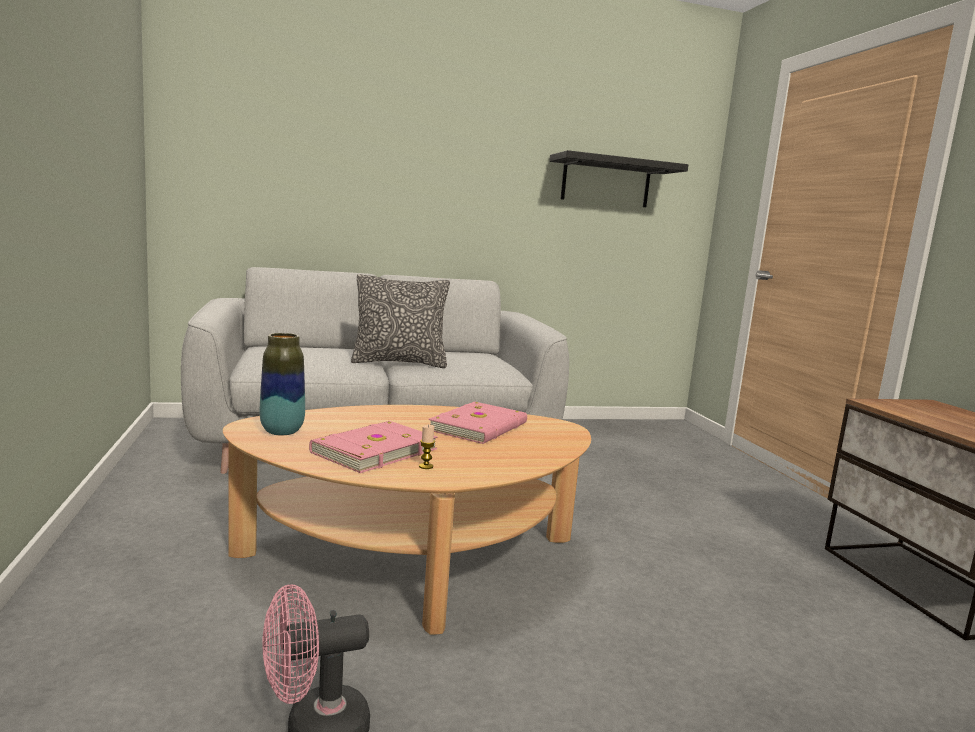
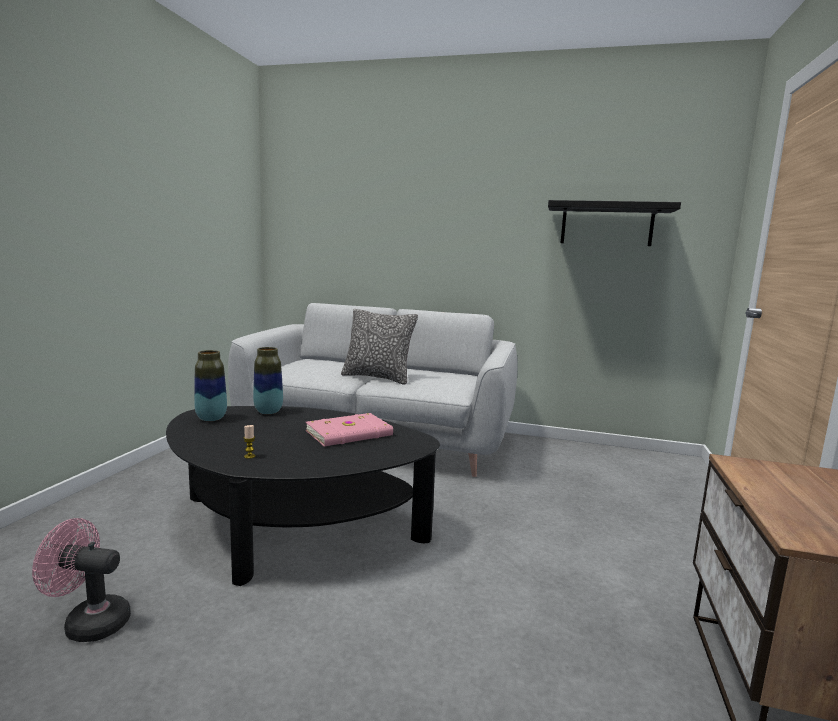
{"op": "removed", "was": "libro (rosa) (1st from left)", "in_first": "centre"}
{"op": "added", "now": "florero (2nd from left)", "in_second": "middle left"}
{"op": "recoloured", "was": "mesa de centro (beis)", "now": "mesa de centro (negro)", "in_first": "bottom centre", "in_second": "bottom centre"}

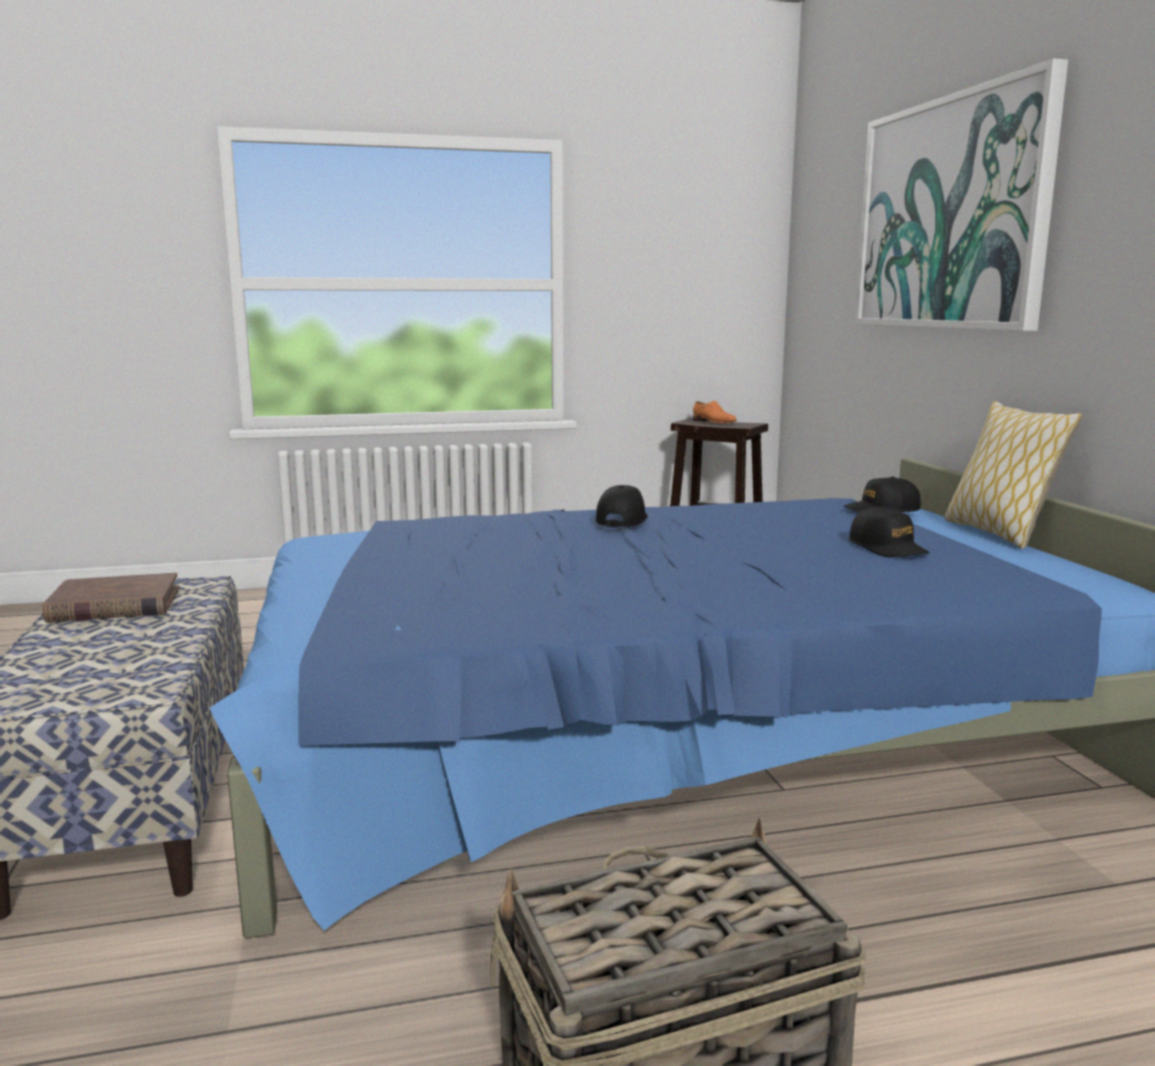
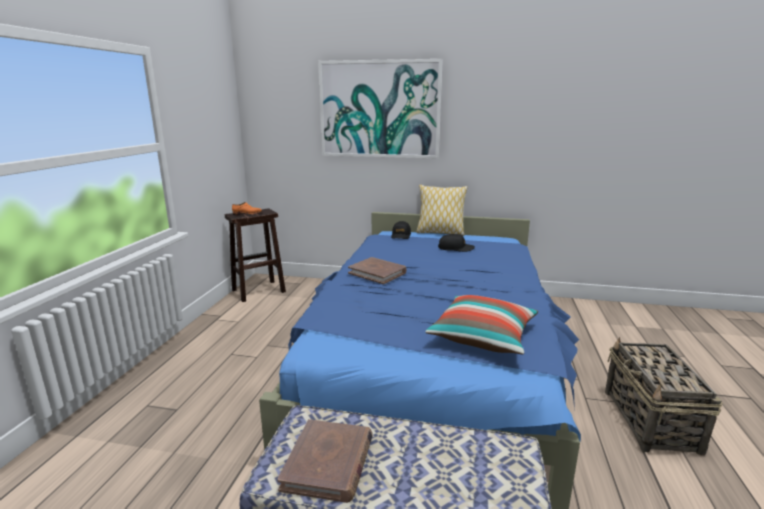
{"op": "added", "now": "cojín (2nd from left)", "in_second": "centre"}
{"op": "replaced", "was": "gorra (negro) (1st from left)", "now": "libro (marrón) (2nd from left)", "in_first": "centre", "in_second": "centre"}

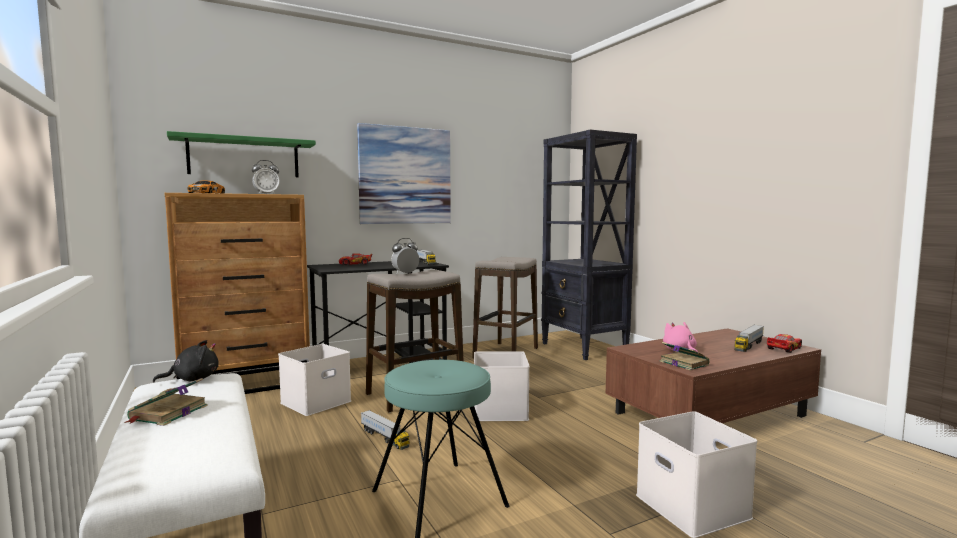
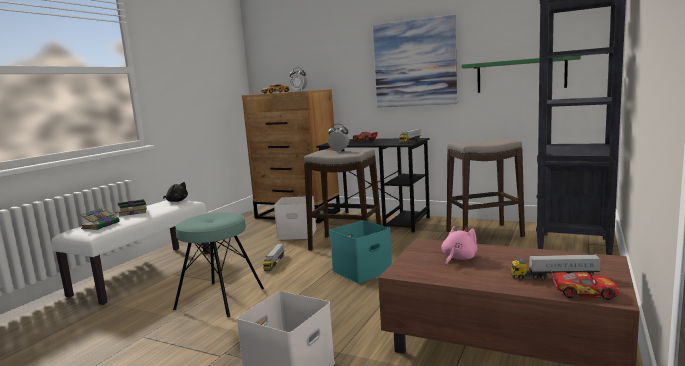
{"op": "moved", "was": "estante (verde)", "in_first": "top left", "in_second": "top right"}
{"op": "moved", "was": "libro (2nd from left in the first image)", "now": "libro (1st from left)", "in_first": "middle right", "in_second": "middle left"}
{"op": "recoloured", "was": "caja de almacenaje (blanco) (2nd from left)", "now": "caja de almacenaje (turquesa)", "in_first": "bottom centre", "in_second": "bottom centre"}

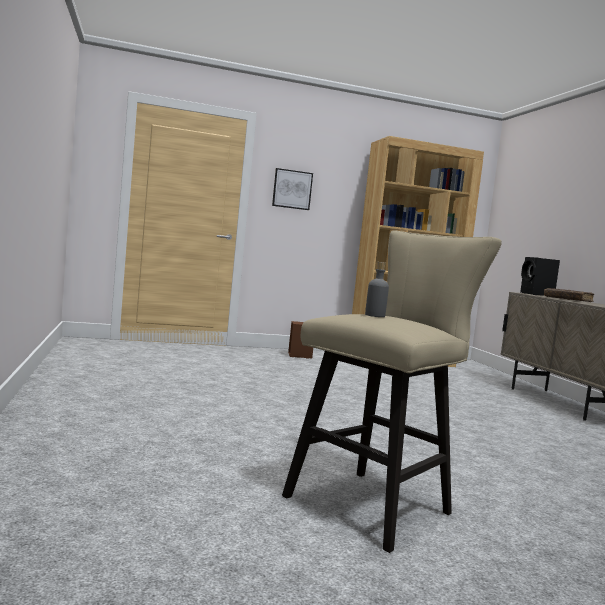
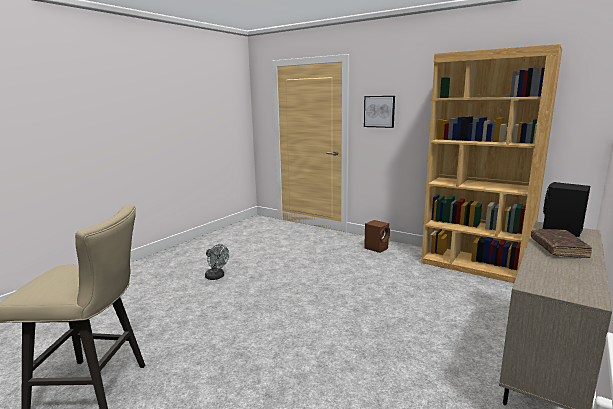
{"op": "removed", "was": "botella (gris)", "in_first": "centre"}
{"op": "added", "now": "ventilador (gris)", "in_second": "centre"}

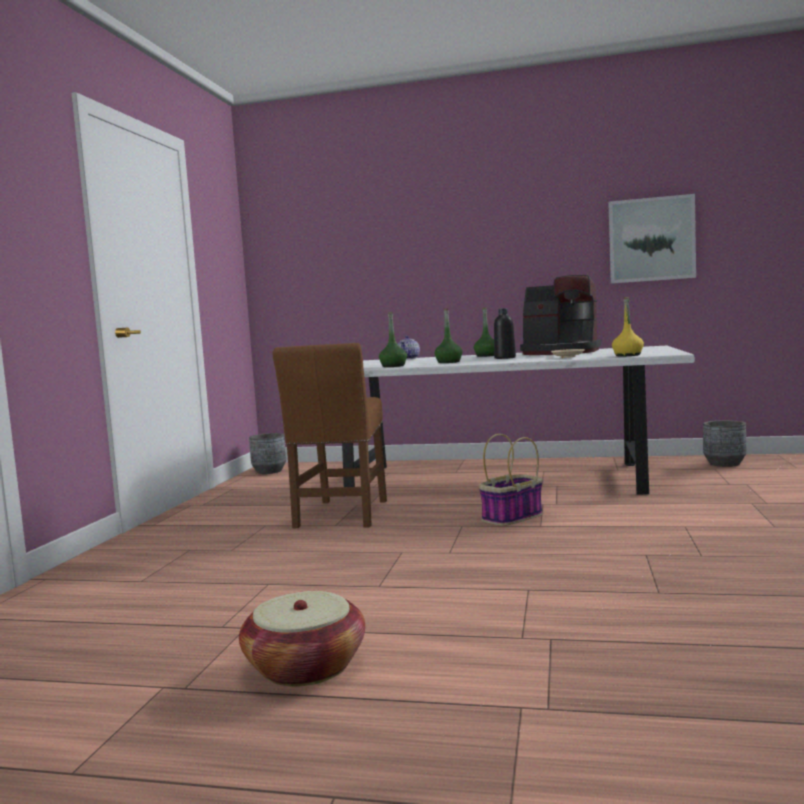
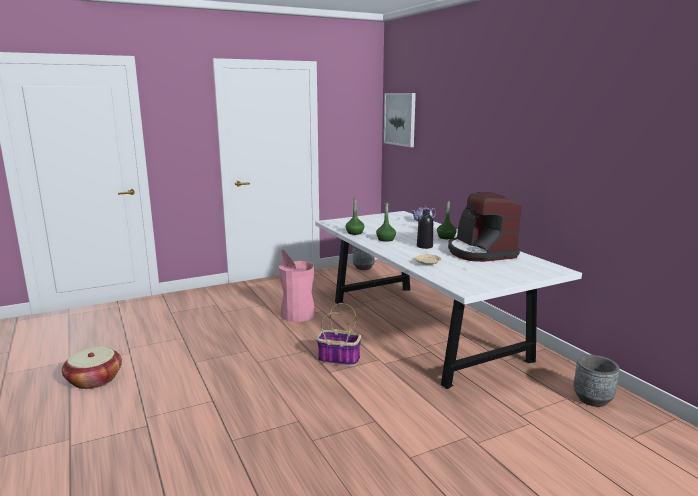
{"op": "removed", "was": "botella (amarillo)", "in_first": "middle right"}
{"op": "moved", "was": "cuadro", "in_first": "top right", "in_second": "top centre"}
{"op": "replaced", "was": "silla (marrón)", "now": "papelera (rosa)", "in_first": "centre", "in_second": "centre"}

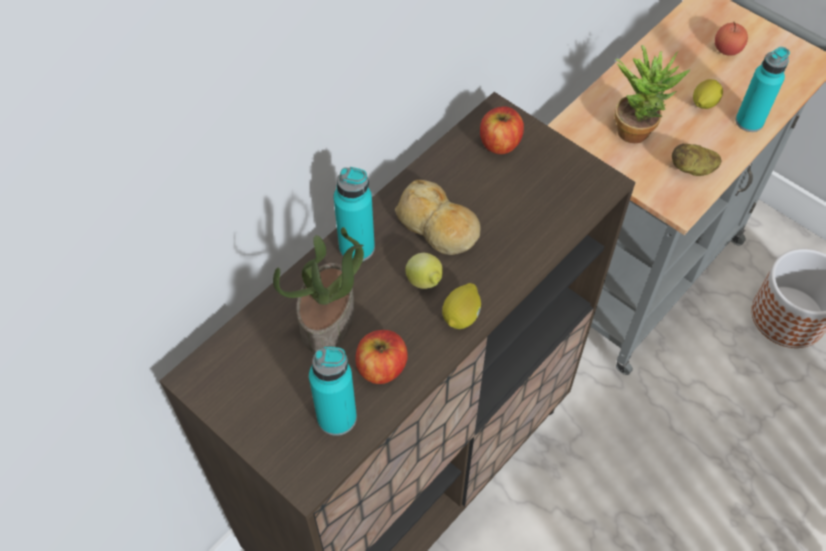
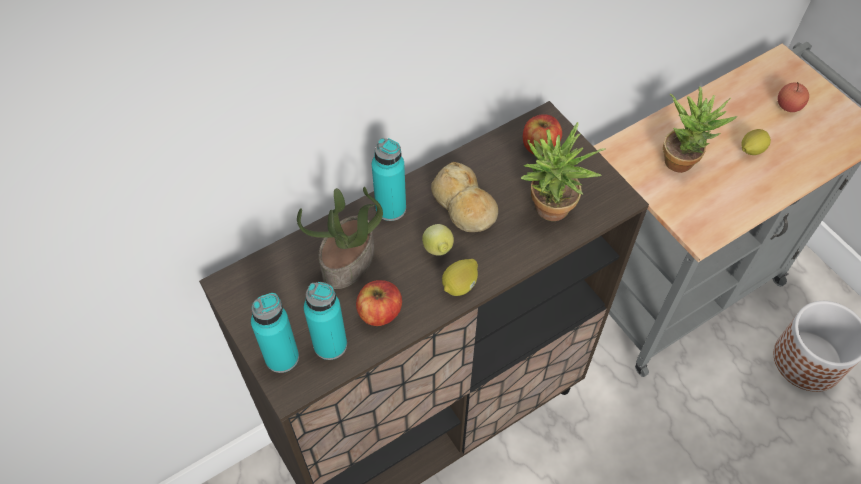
{"op": "removed", "was": "patata", "in_first": "top right"}
{"op": "added", "now": "planta en maceta (2nd from left)", "in_second": "centre"}
{"op": "moved", "was": "botella (turquesa) (3rd from left in the first image)", "now": "botella (turquesa) (1st from left)", "in_first": "top right", "in_second": "bottom left"}

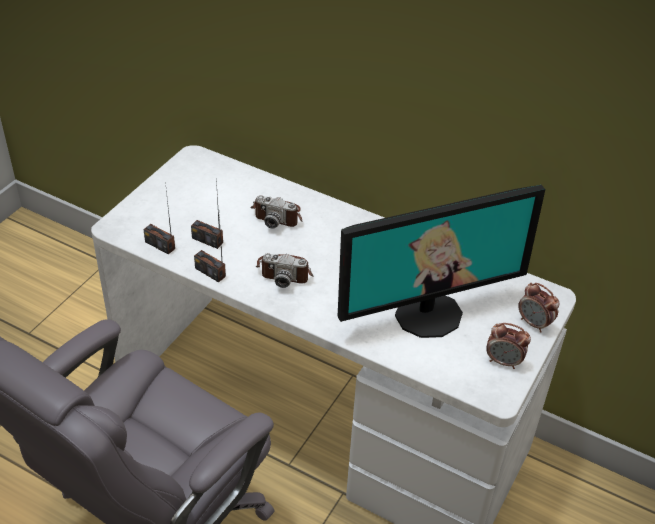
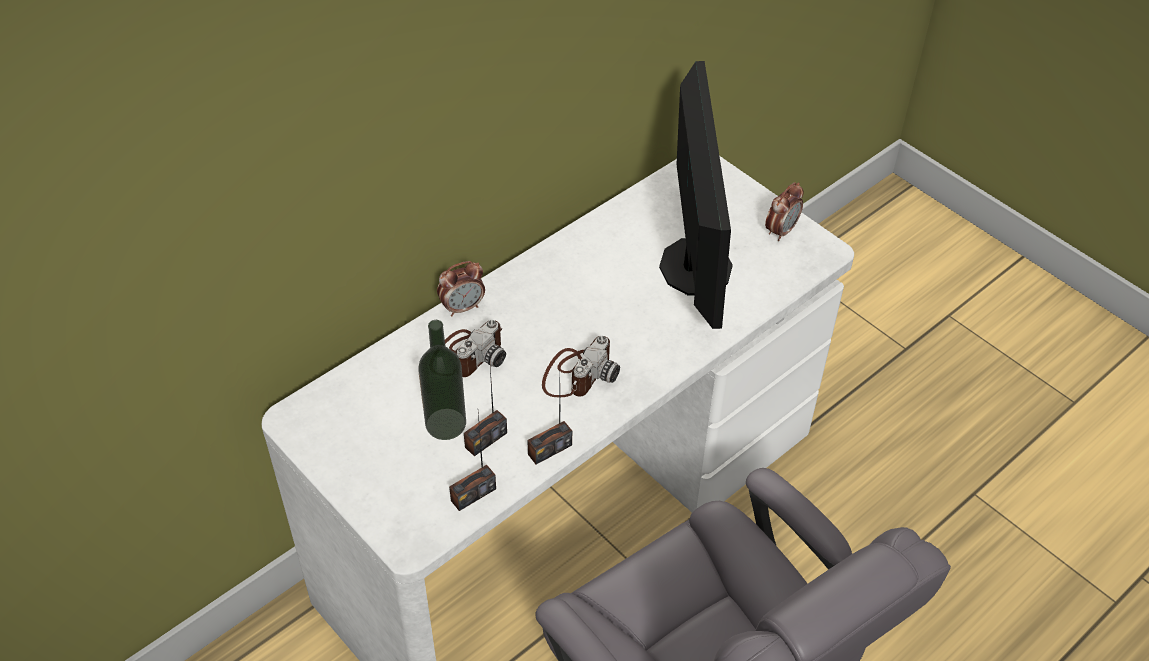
{"op": "added", "now": "botella", "in_second": "centre"}
{"op": "moved", "was": "despertador (2nd from left in the first image)", "now": "despertador (1st from left)", "in_first": "middle right", "in_second": "centre"}

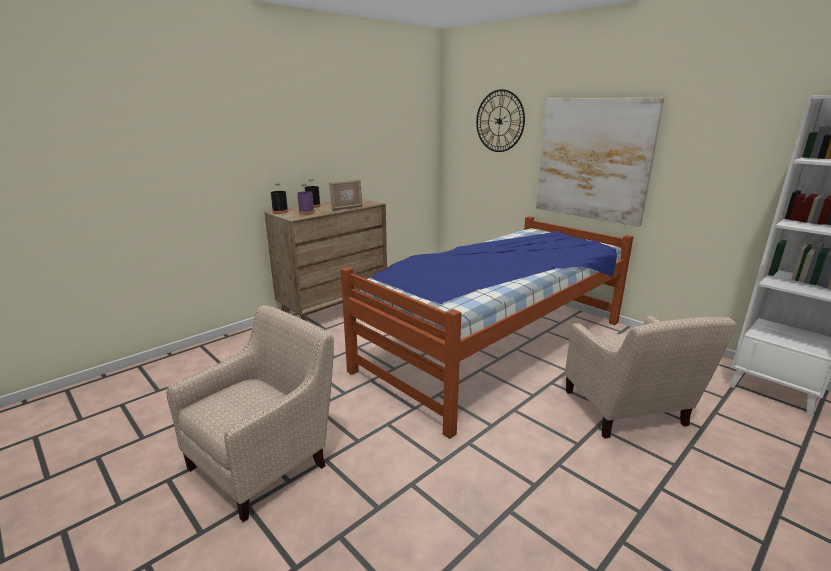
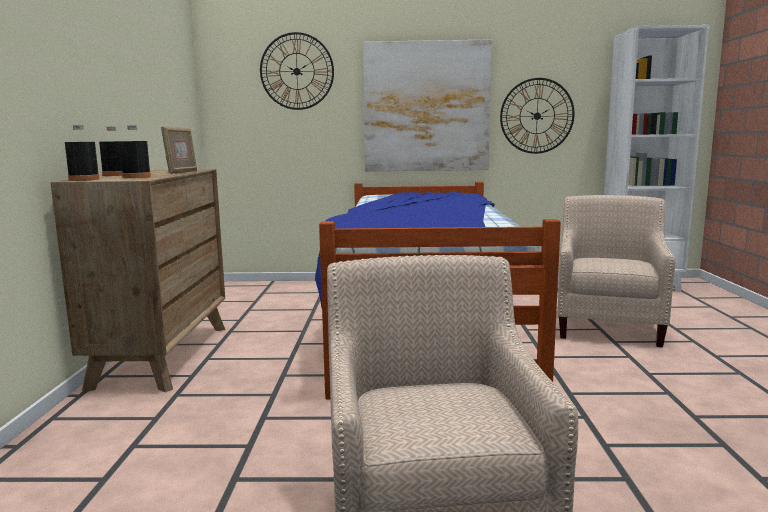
{"op": "added", "now": "reloj de pared (2nd from left)", "in_second": "top right"}
{"op": "recoloured", "was": "botella (morado)", "now": "botella (negro) (3rd from left)", "in_first": "centre", "in_second": "top left"}
{"op": "turned", "was": "sillón (beis) (2nd from left)", "in_first": "middle right", "in_second": "middle right", "clockwise": -105}

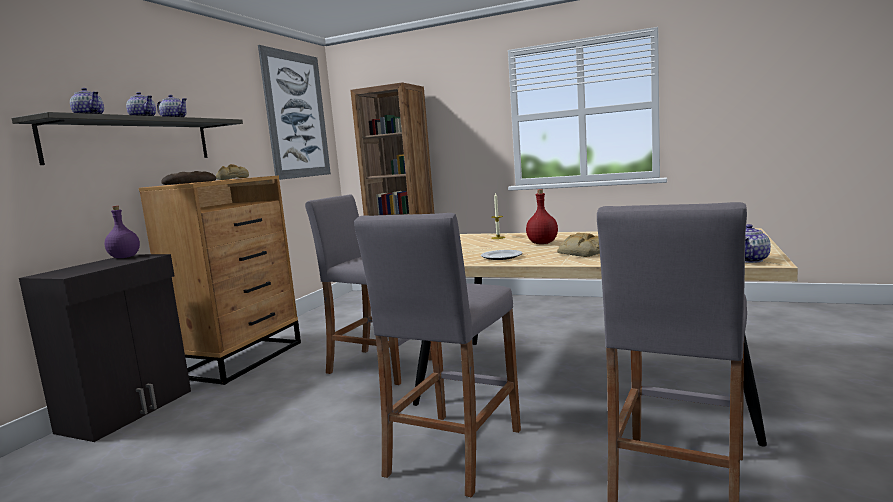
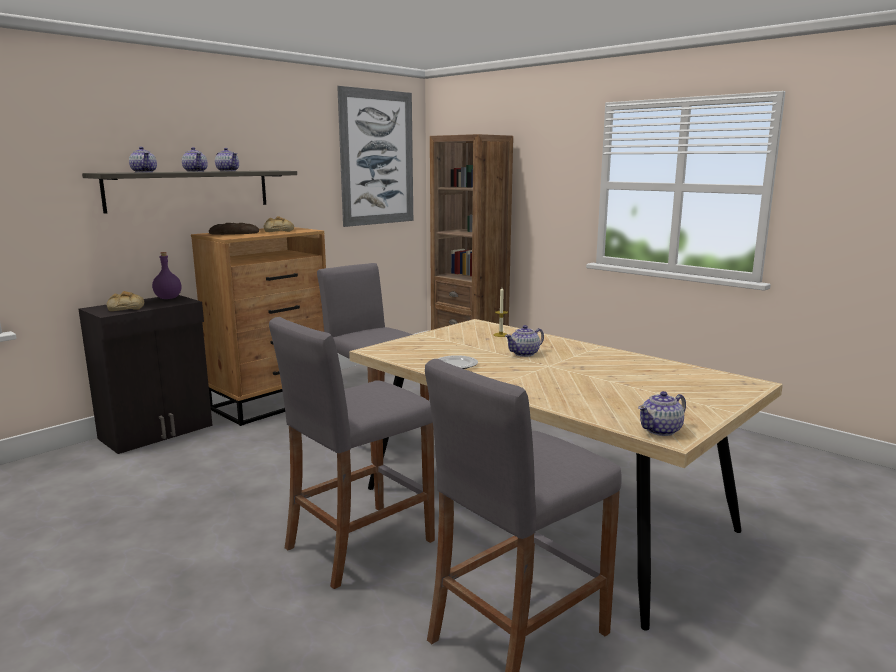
{"op": "moved", "was": "pan (3rd from left in the first image)", "now": "pan (1st from left)", "in_first": "centre", "in_second": "middle left"}
{"op": "replaced", "was": "botella (rojo)", "now": "tetera (4th from left)", "in_first": "centre", "in_second": "centre"}

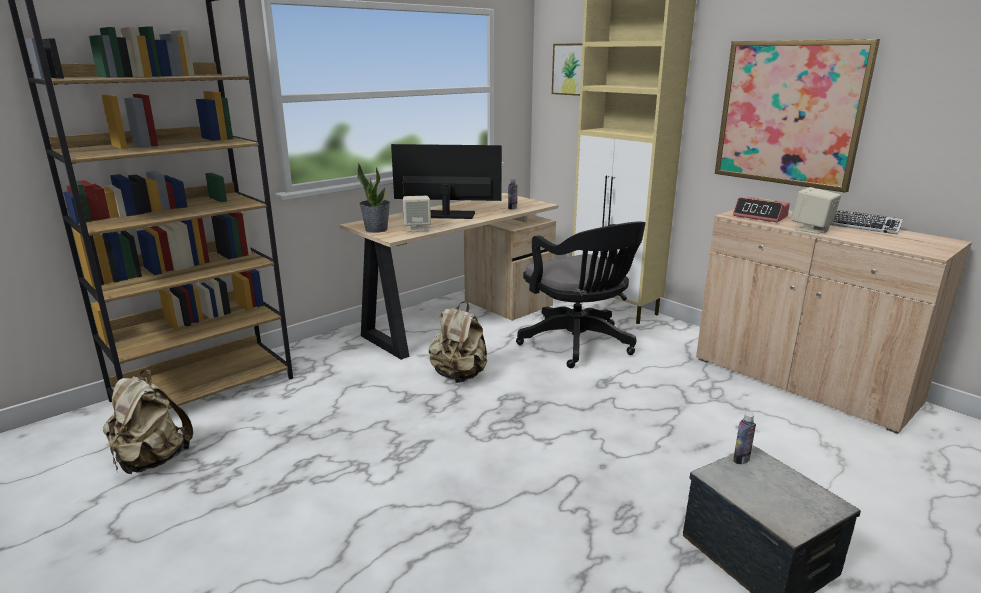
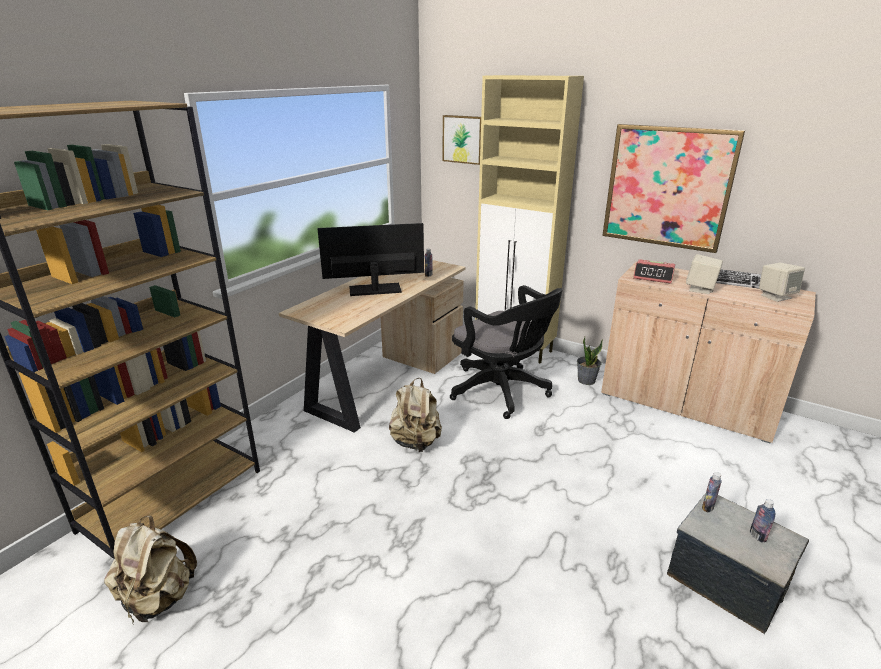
{"op": "added", "now": "botella (3rd from left)", "in_second": "bottom right"}
{"op": "moved", "was": "planta en maceta", "in_first": "centre", "in_second": "middle right"}
{"op": "moved", "was": "altavoz (beis) (1st from left in the first image)", "now": "altavoz (beis) (2nd from left)", "in_first": "centre", "in_second": "middle right"}

